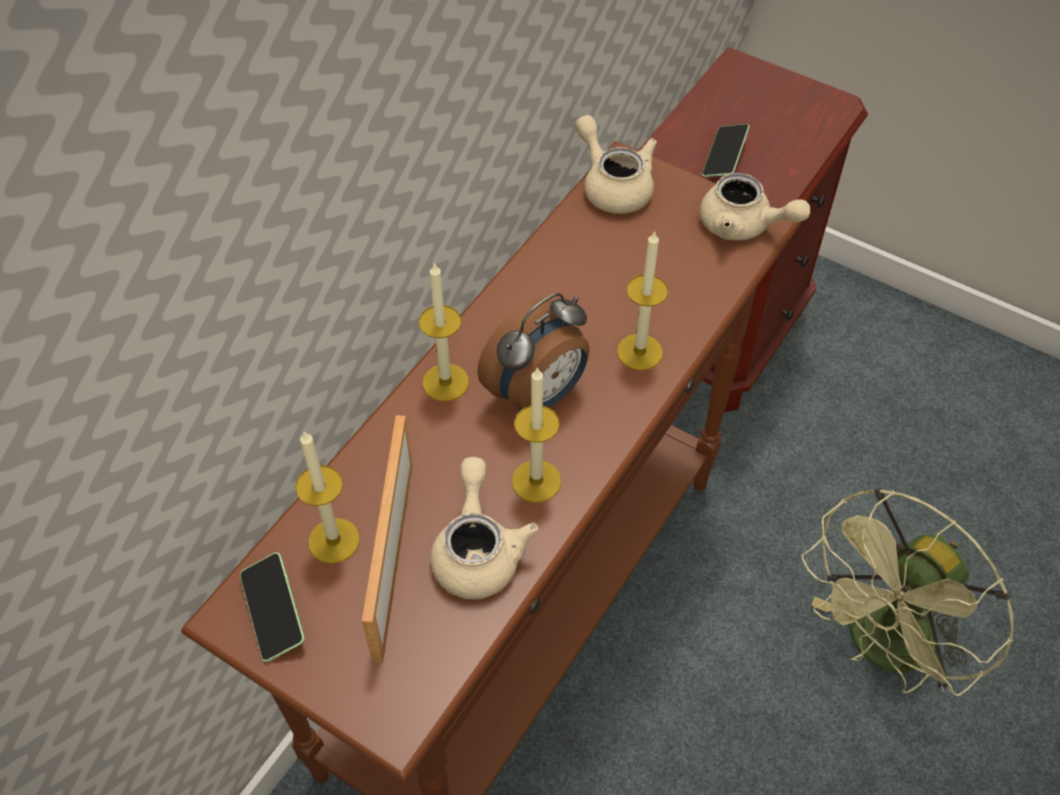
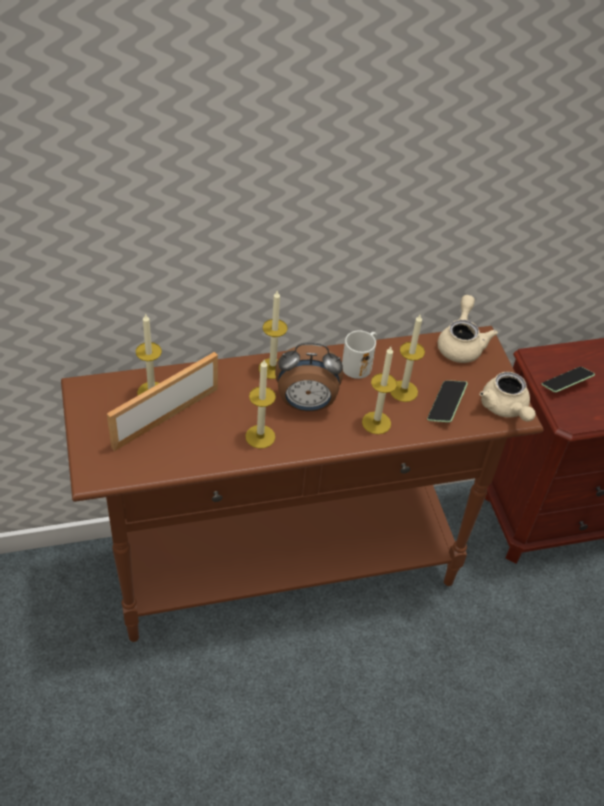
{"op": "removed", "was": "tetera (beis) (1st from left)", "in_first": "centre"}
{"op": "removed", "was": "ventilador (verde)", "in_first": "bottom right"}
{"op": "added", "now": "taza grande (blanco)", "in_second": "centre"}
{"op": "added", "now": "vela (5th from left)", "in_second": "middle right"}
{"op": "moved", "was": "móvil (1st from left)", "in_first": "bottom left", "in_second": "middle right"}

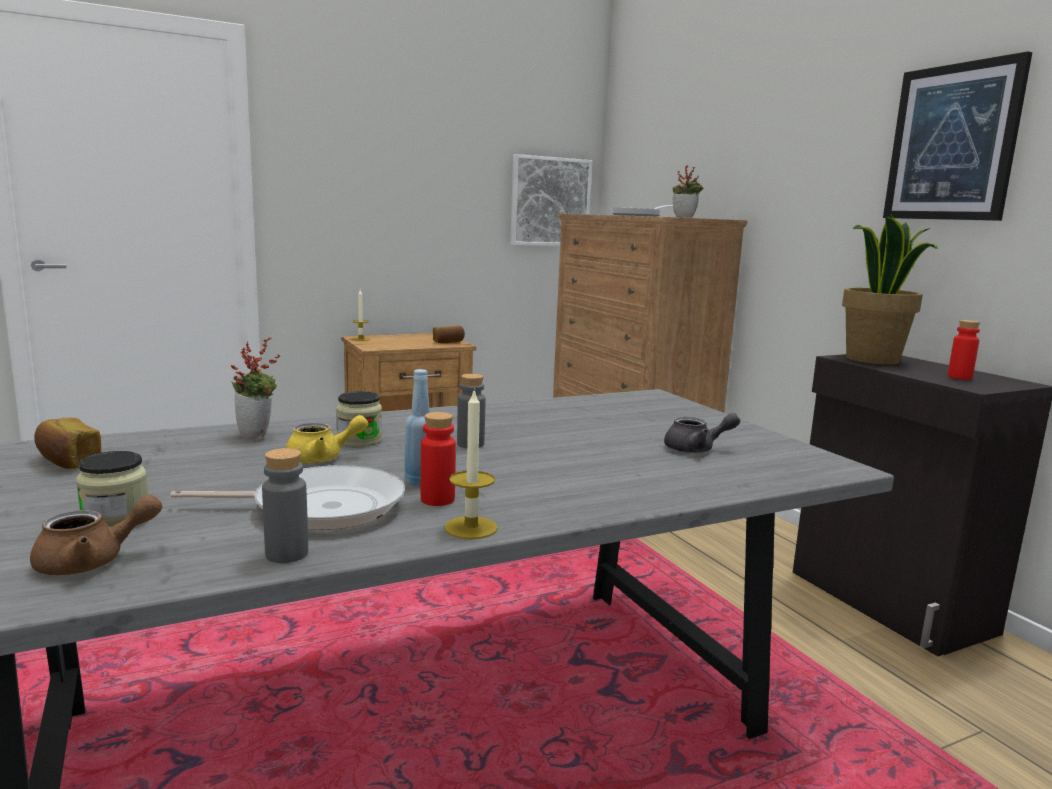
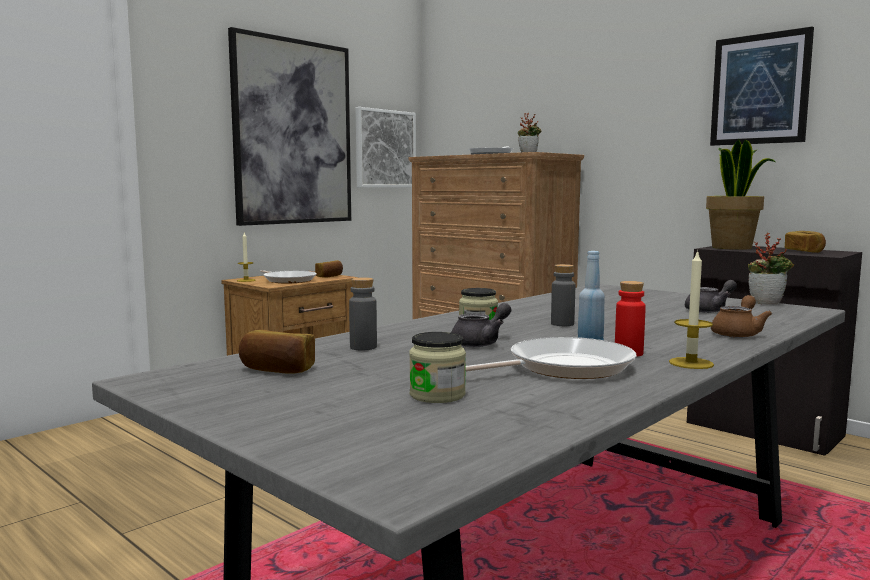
{"op": "added", "now": "cuadro (1st from left)", "in_second": "top left"}
{"op": "added", "now": "sartén (1st from left)", "in_second": "middle left"}
{"op": "moved", "was": "tetera (marrón)", "in_first": "bottom left", "in_second": "middle right"}
{"op": "moved", "was": "planta en maceta (1st from left in the first image)", "now": "planta en maceta (3rd from left)", "in_first": "middle left", "in_second": "middle right"}
{"op": "moved", "was": "botella (gris) (1st from left)", "in_first": "middle left", "in_second": "centre"}
{"op": "replaced", "was": "botella (rojo) (2nd from left)", "now": "pan (3rd from left)", "in_first": "middle right", "in_second": "middle right"}
{"op": "recoloured", "was": "tetera (amarillo)", "now": "tetera (gris) (1st from left)", "in_first": "middle left", "in_second": "centre"}

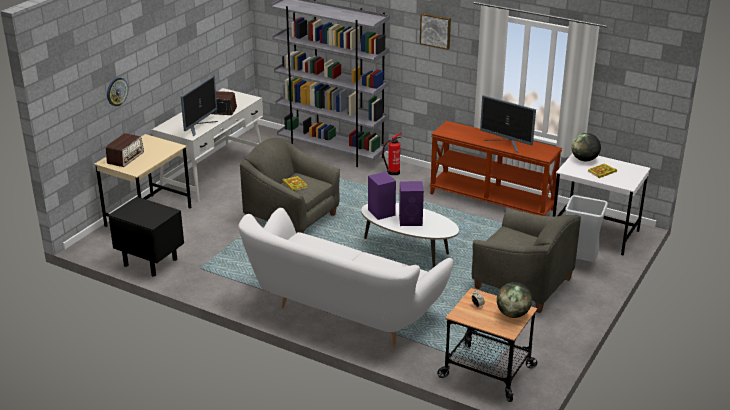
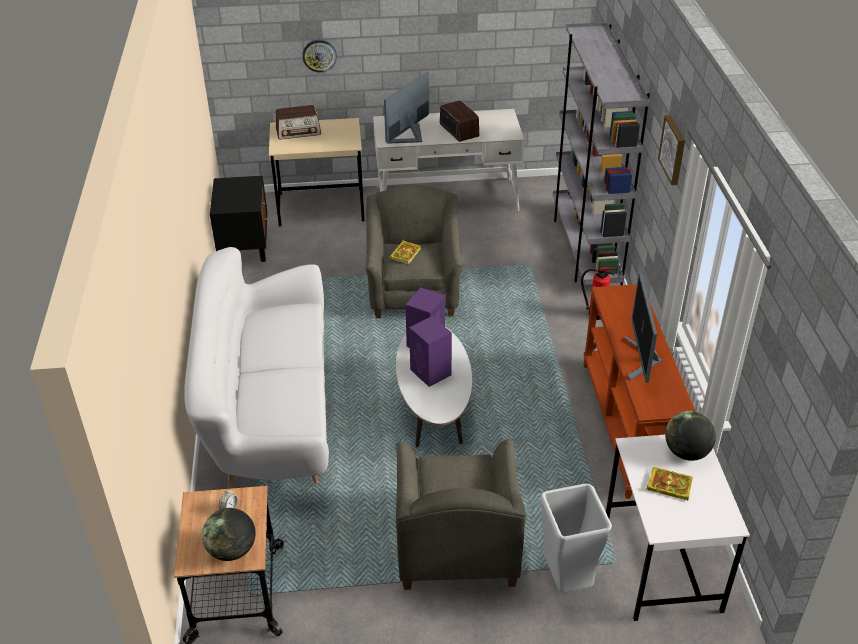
{"op": "turned", "was": "monitor (1st from left)", "in_first": "top left", "in_second": "top centre", "clockwise": 135}

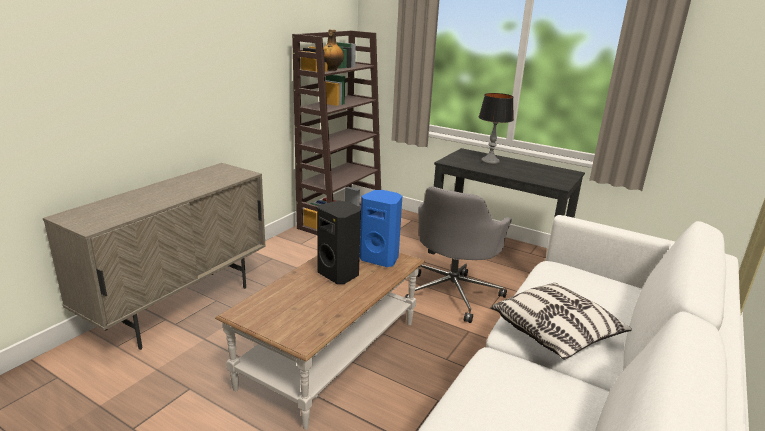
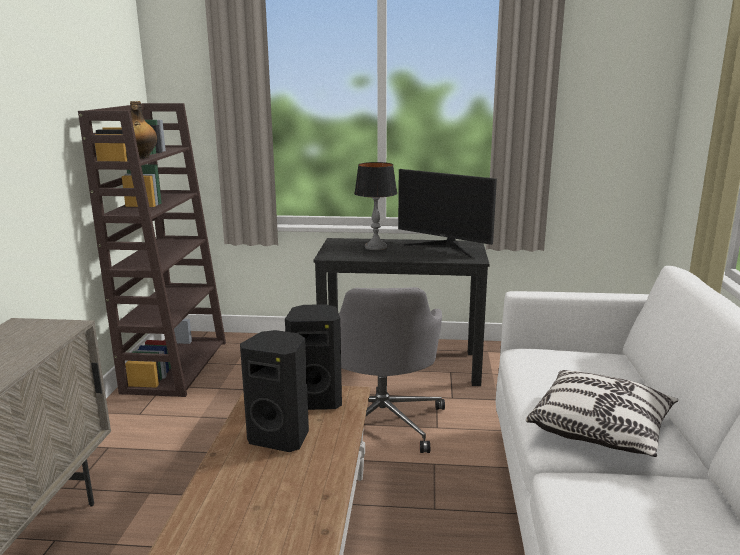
{"op": "added", "now": "monitor", "in_second": "centre"}
{"op": "recoloured", "was": "altavoz (azul)", "now": "altavoz (negro) (2nd from left)", "in_first": "centre", "in_second": "centre"}

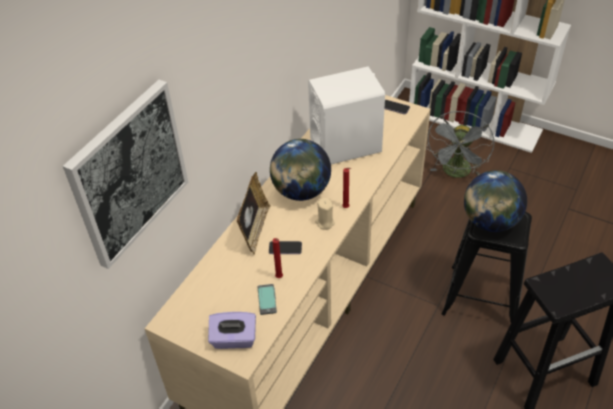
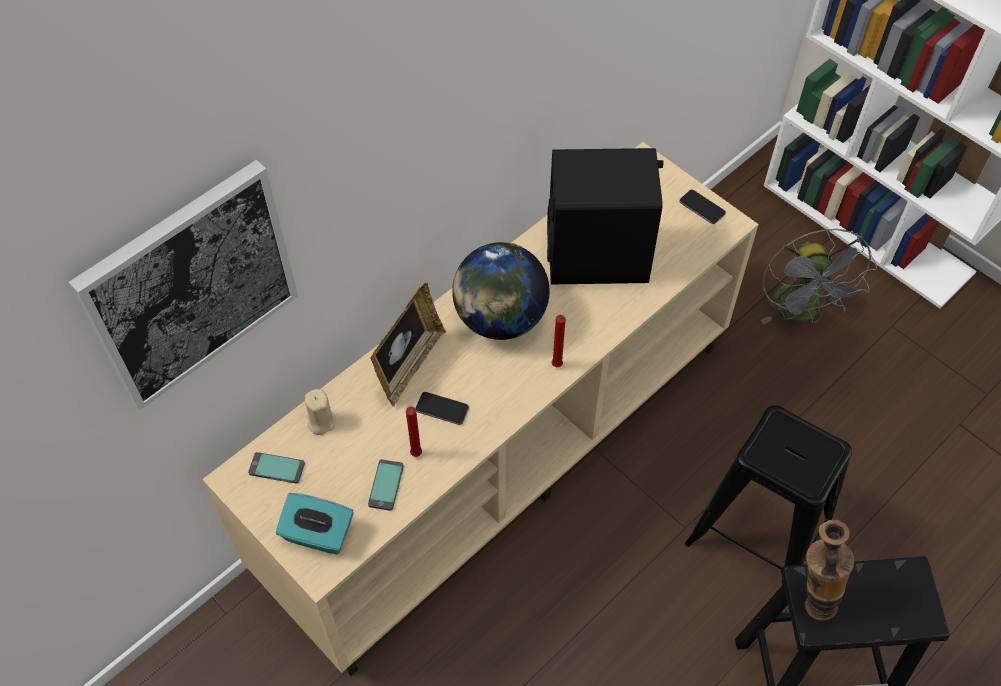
{"op": "removed", "was": "globo terráqueo (2nd from left)", "in_first": "middle right"}
{"op": "added", "now": "móvil (1st from left)", "in_second": "bottom left"}
{"op": "added", "now": "florero", "in_second": "bottom right"}
{"op": "moved", "was": "vela (beis)", "in_first": "centre", "in_second": "middle left"}
{"op": "recoloured", "was": "caja de pañuelos (morado)", "now": "caja de pañuelos (turquesa)", "in_first": "bottom centre", "in_second": "bottom left"}
{"op": "recoloured", "was": "altavoz (blanco)", "now": "altavoz (negro)", "in_first": "top centre", "in_second": "top centre"}
{"op": "turned", "was": "ventilador (gris)", "in_first": "middle right", "in_second": "middle right", "clockwise": -45}

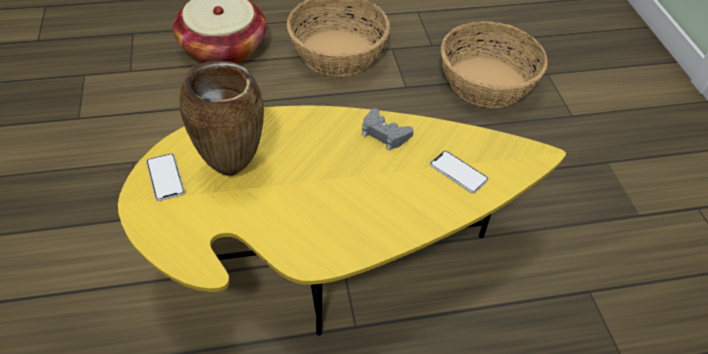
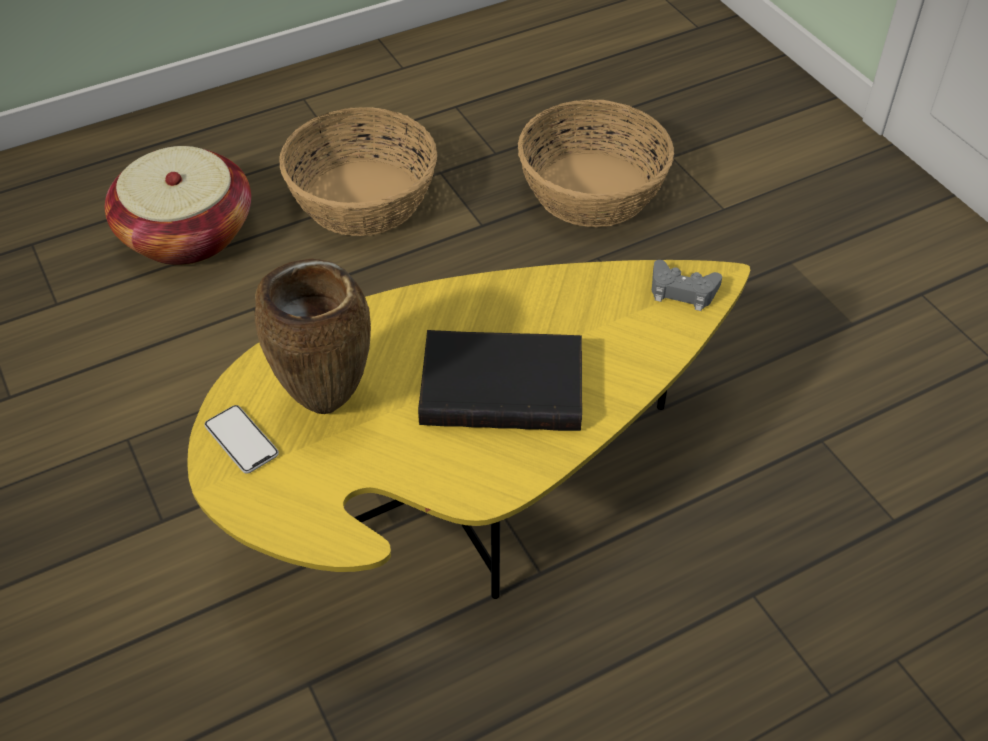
{"op": "removed", "was": "móvil (2nd from left)", "in_first": "centre"}
{"op": "added", "now": "libro (negro)", "in_second": "centre"}
{"op": "moved", "was": "mando de consola (gris)", "in_first": "centre", "in_second": "middle right"}

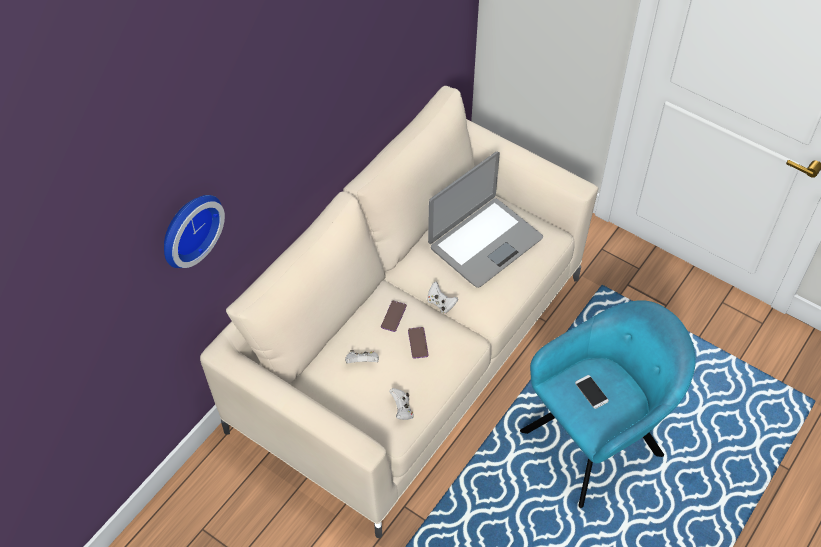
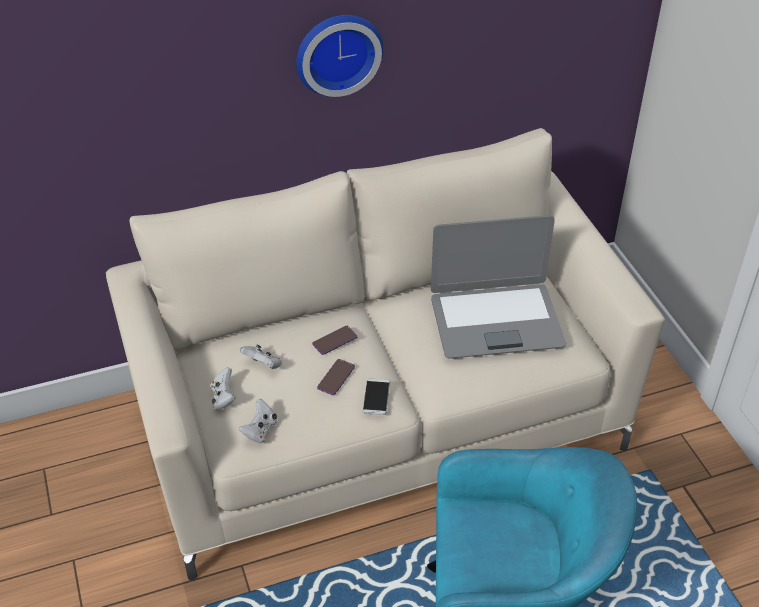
{"op": "moved", "was": "reloj de pared", "in_first": "middle left", "in_second": "top centre"}
{"op": "moved", "was": "mando de consola (blanco) (3rd from left in the first image)", "now": "mando de consola (blanco) (1st from left)", "in_first": "centre", "in_second": "middle left"}
{"op": "moved", "was": "móvil (3rd from left)", "in_first": "bottom right", "in_second": "centre"}

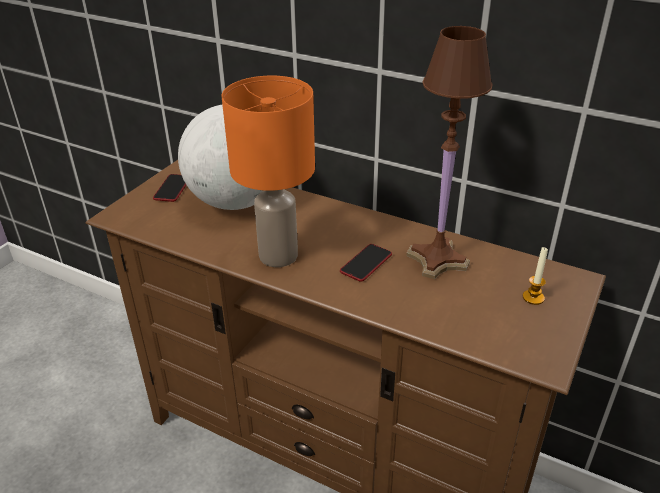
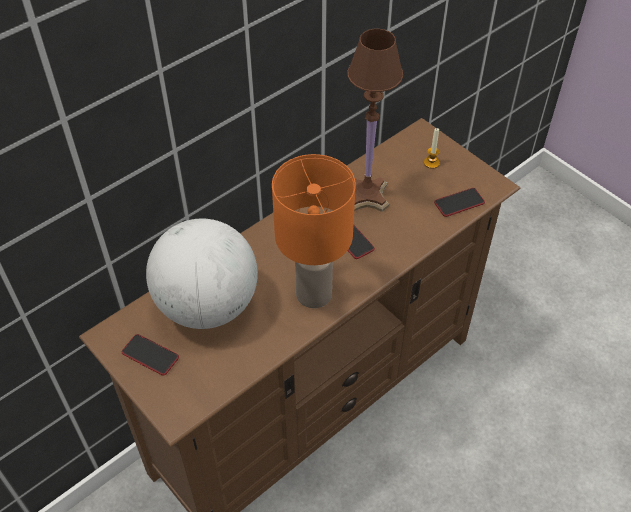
{"op": "added", "now": "móvil (3rd from left)", "in_second": "middle right"}

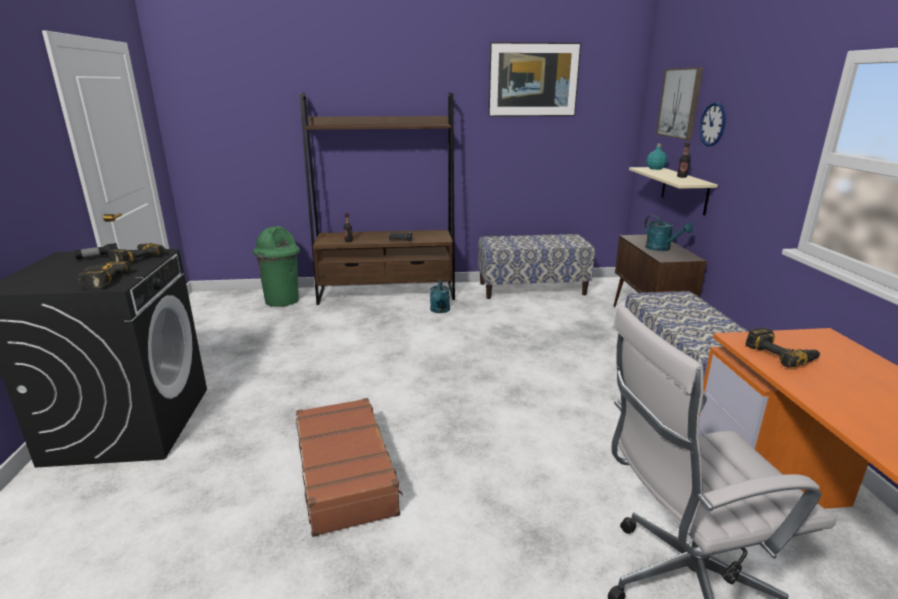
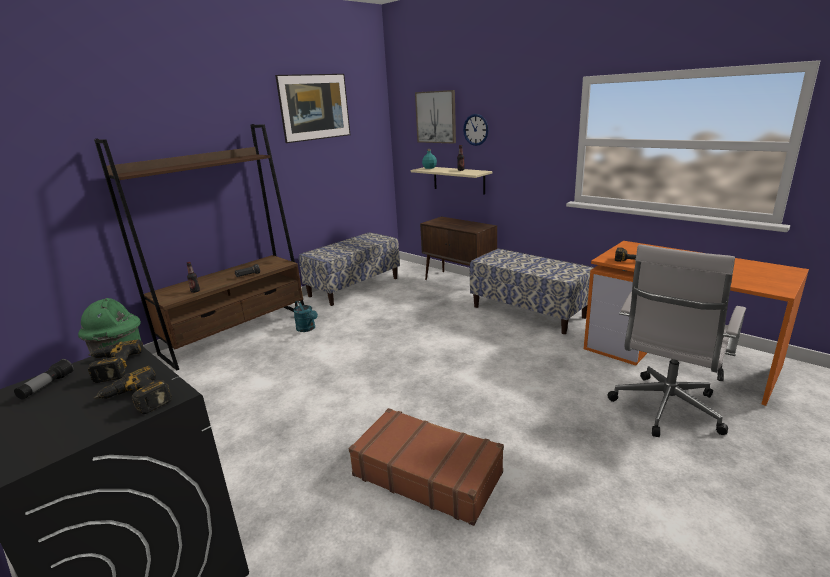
{"op": "removed", "was": "regadera (turquesa) (2nd from left)", "in_first": "middle right"}

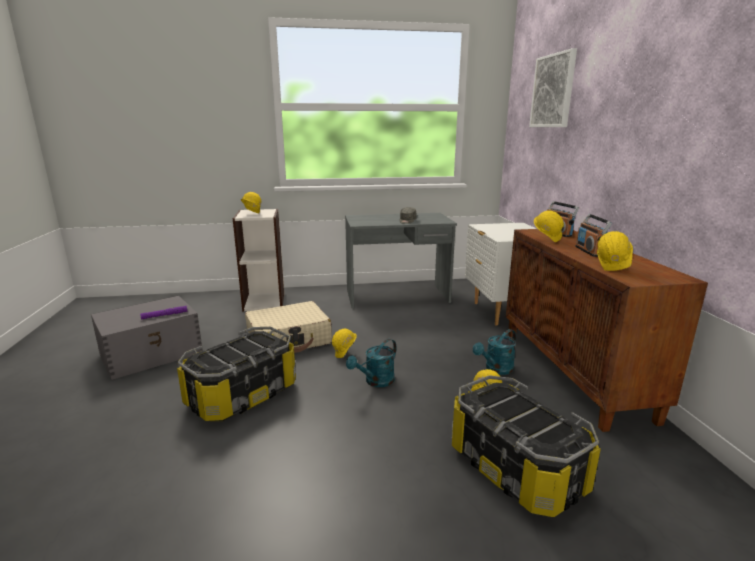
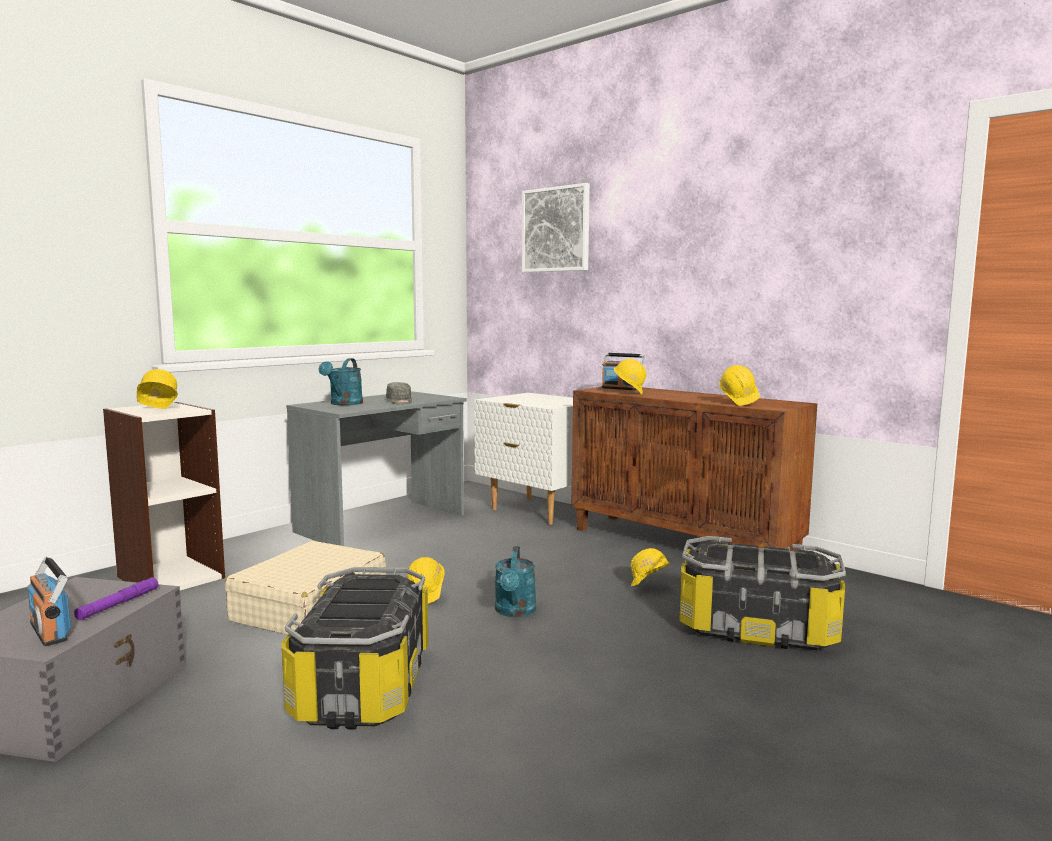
{"op": "moved", "was": "regadera (turquesa) (2nd from left in the first image)", "now": "regadera (turquesa) (1st from left)", "in_first": "centre", "in_second": "middle left"}
{"op": "moved", "was": "radio (2nd from left in the first image)", "now": "radio (1st from left)", "in_first": "middle right", "in_second": "bottom left"}

